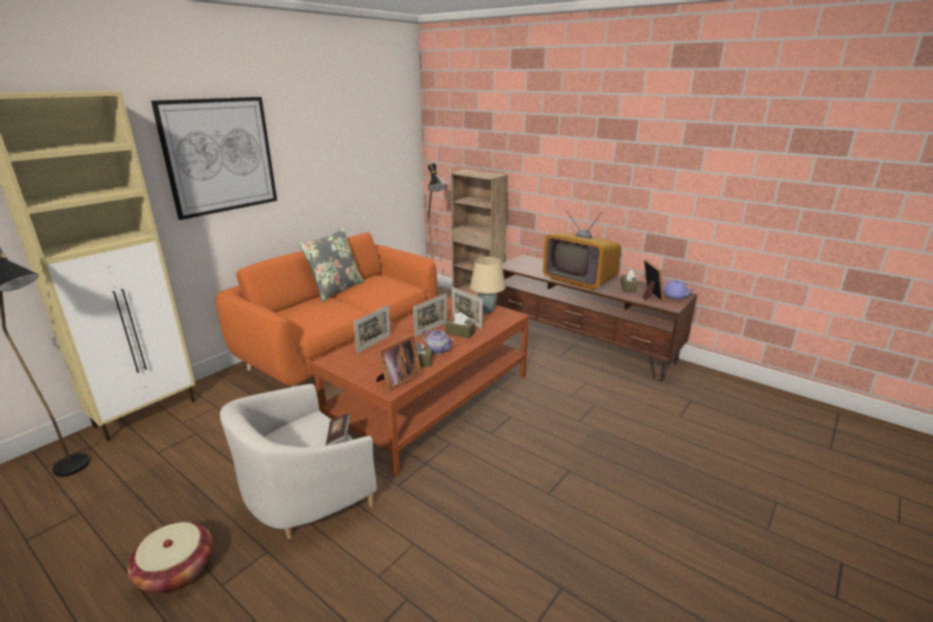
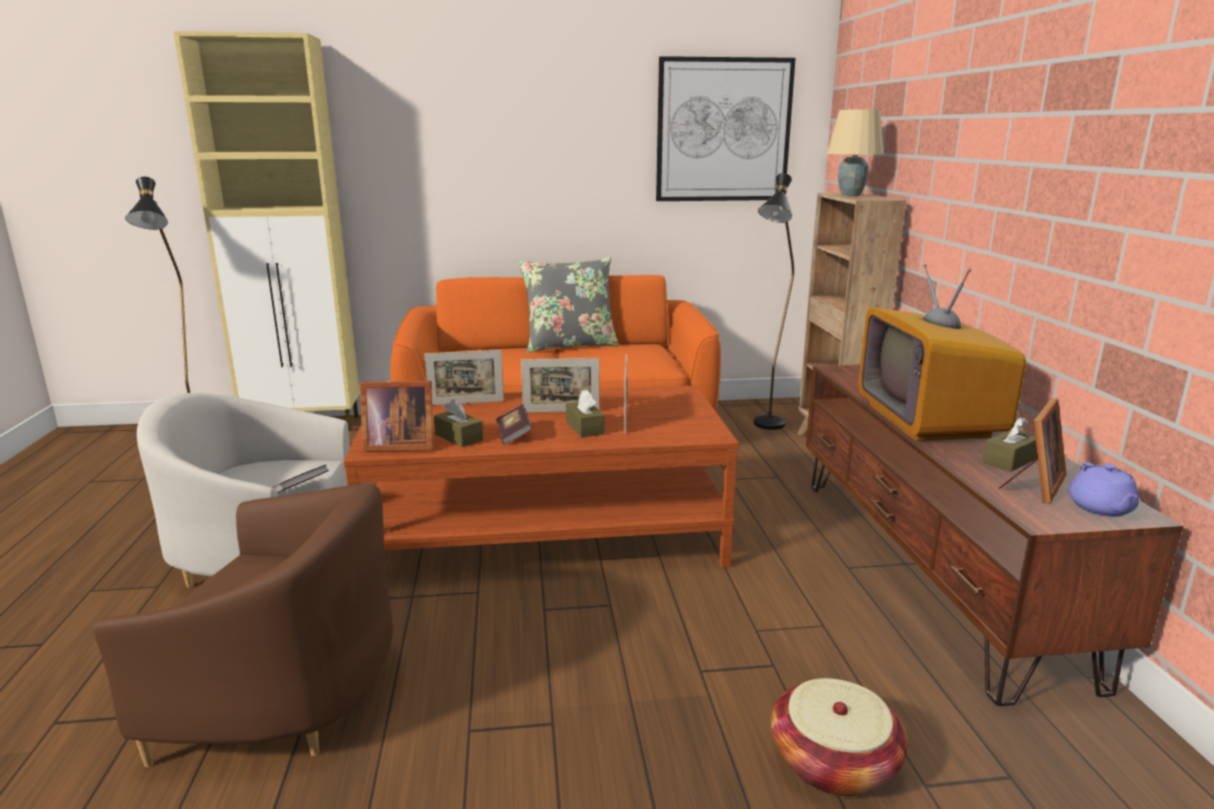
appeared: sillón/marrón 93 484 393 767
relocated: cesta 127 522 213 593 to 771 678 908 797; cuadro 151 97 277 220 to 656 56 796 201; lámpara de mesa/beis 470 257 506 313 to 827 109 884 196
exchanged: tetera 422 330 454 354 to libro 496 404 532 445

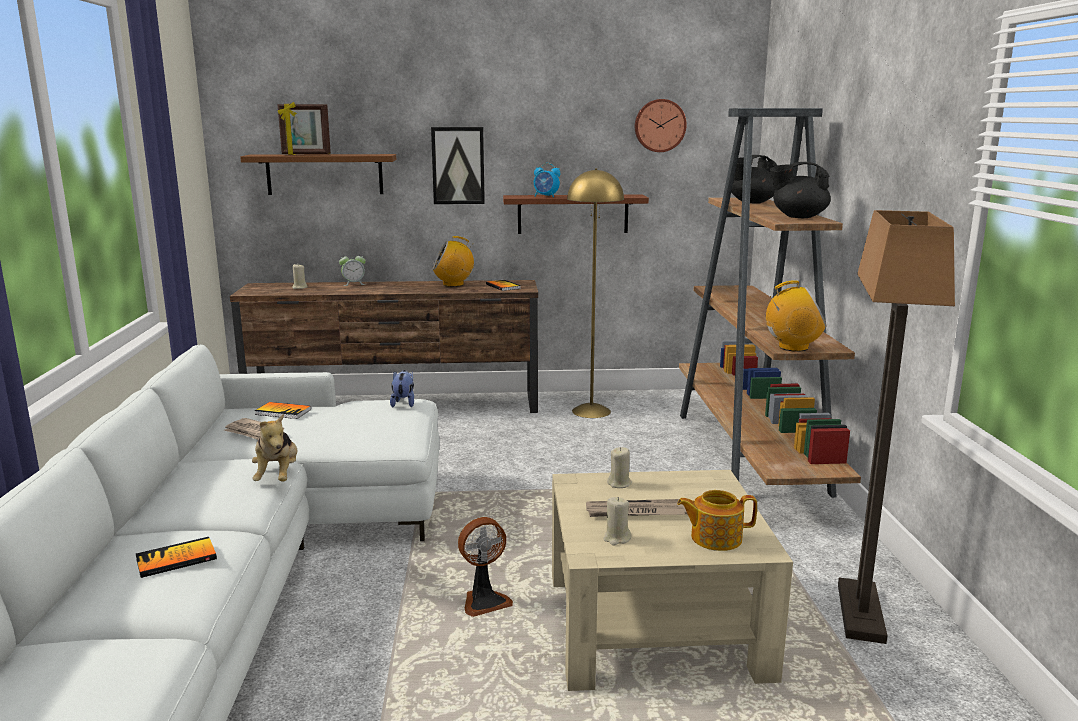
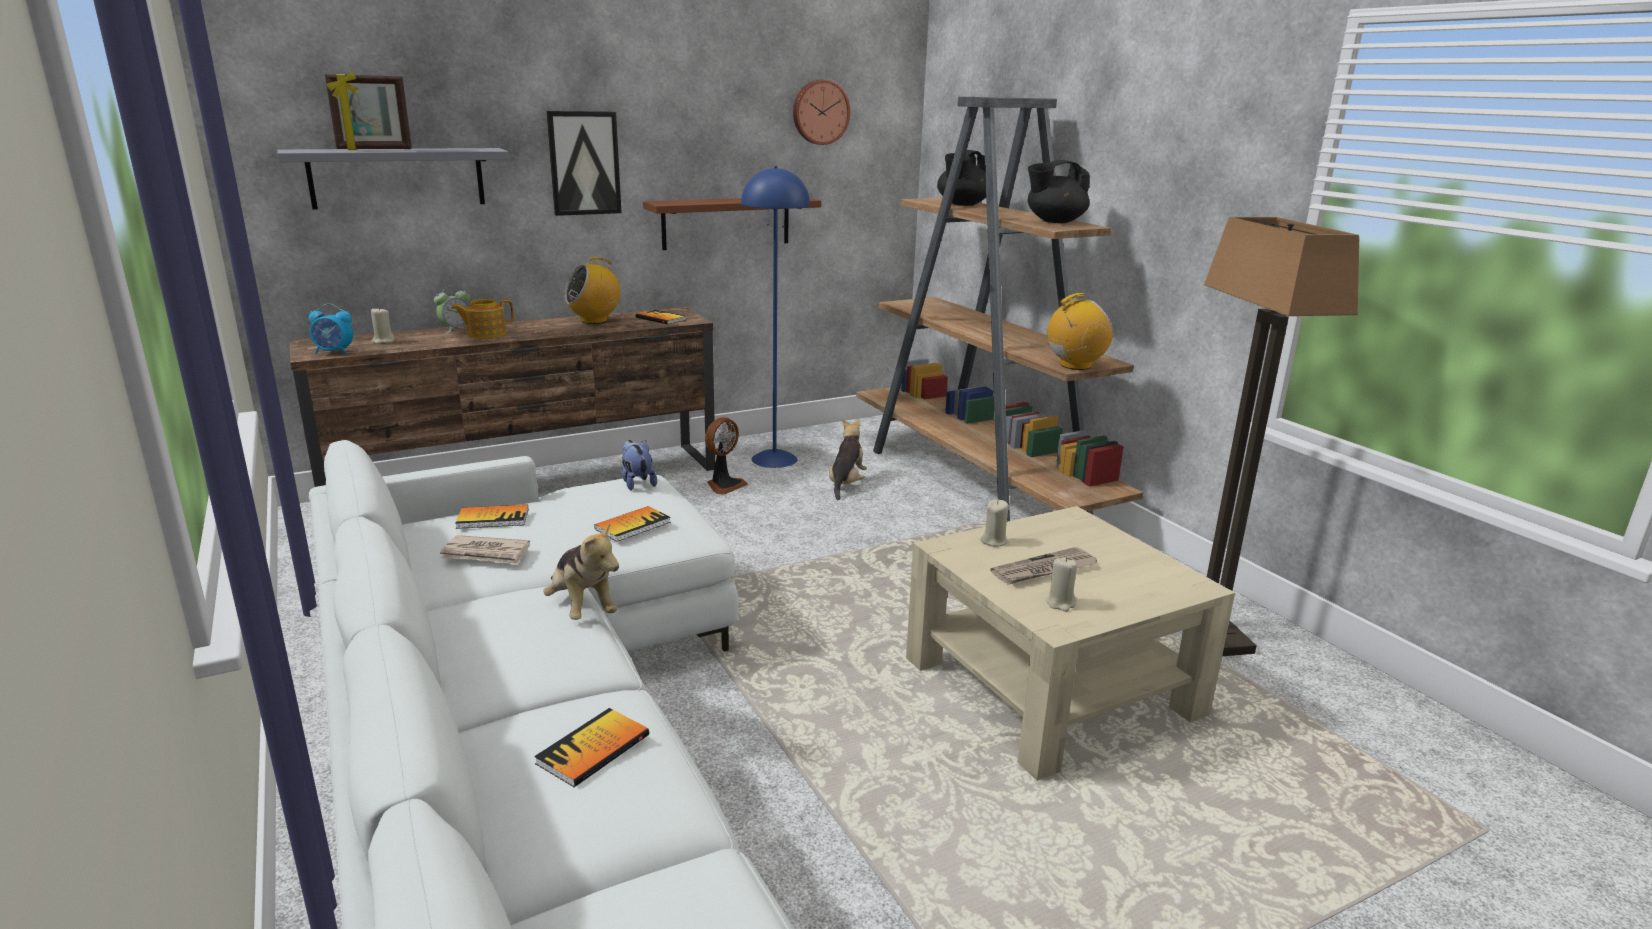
appeared: libro 594 506 671 542; peluche 829 419 867 500
relocated: ventilador 458 517 513 617 to 705 417 748 495; despertador 534 163 560 197 to 309 303 353 354; tetera 677 490 757 551 to 451 299 514 339
colour: estante/marrón 240 154 396 195 to estante/gris 277 148 509 209; lámpara de pie/amarillo 567 168 624 418 to lámpara de pie/azul 741 166 810 468

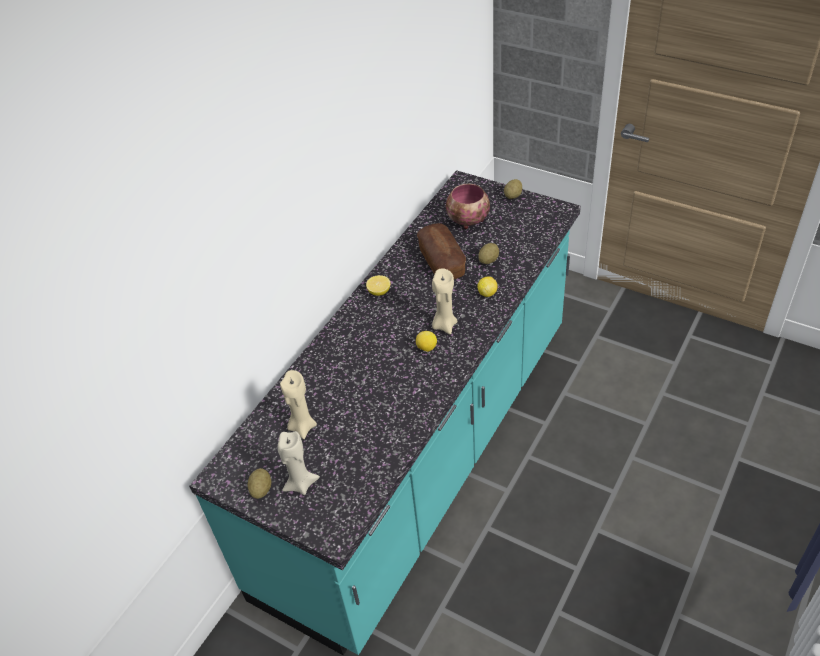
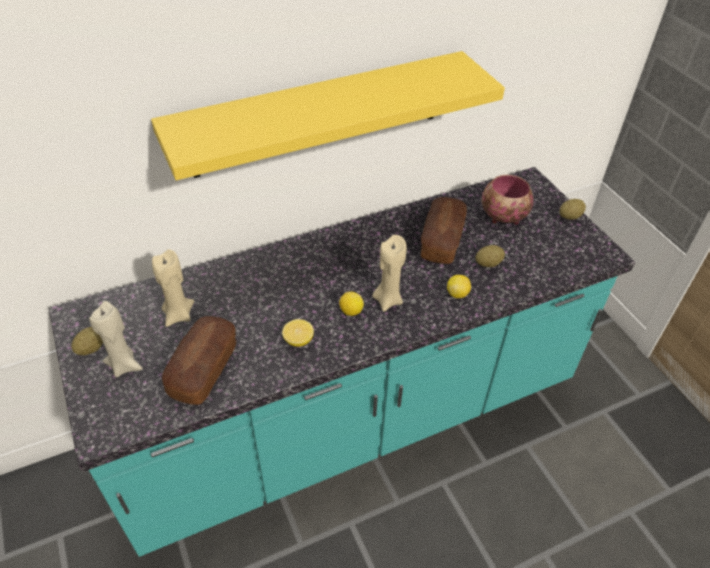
appeared: estante/amarillo 151 51 505 180; pan 162 316 236 405
relocated: limón 366 275 390 296 to 282 319 314 347

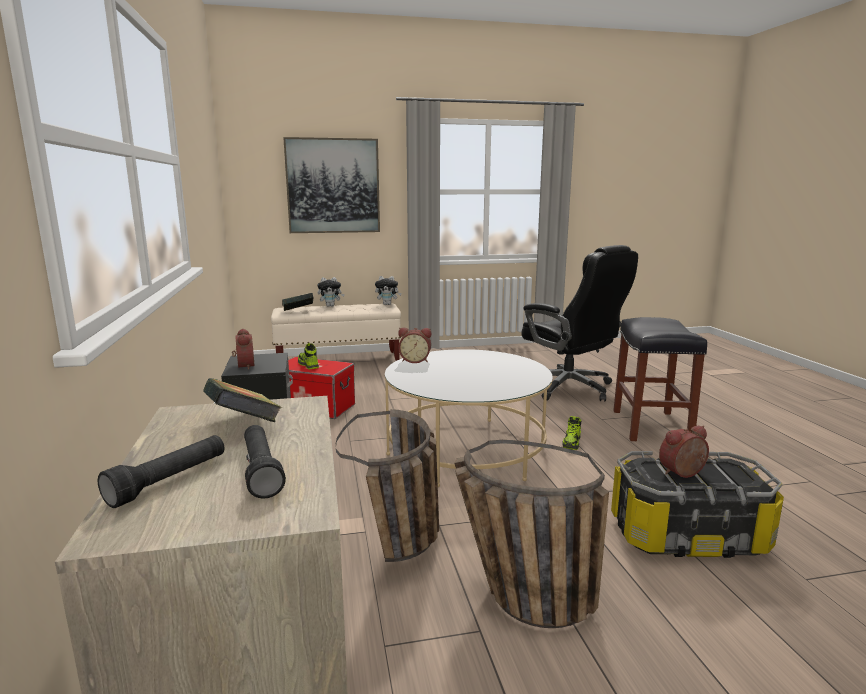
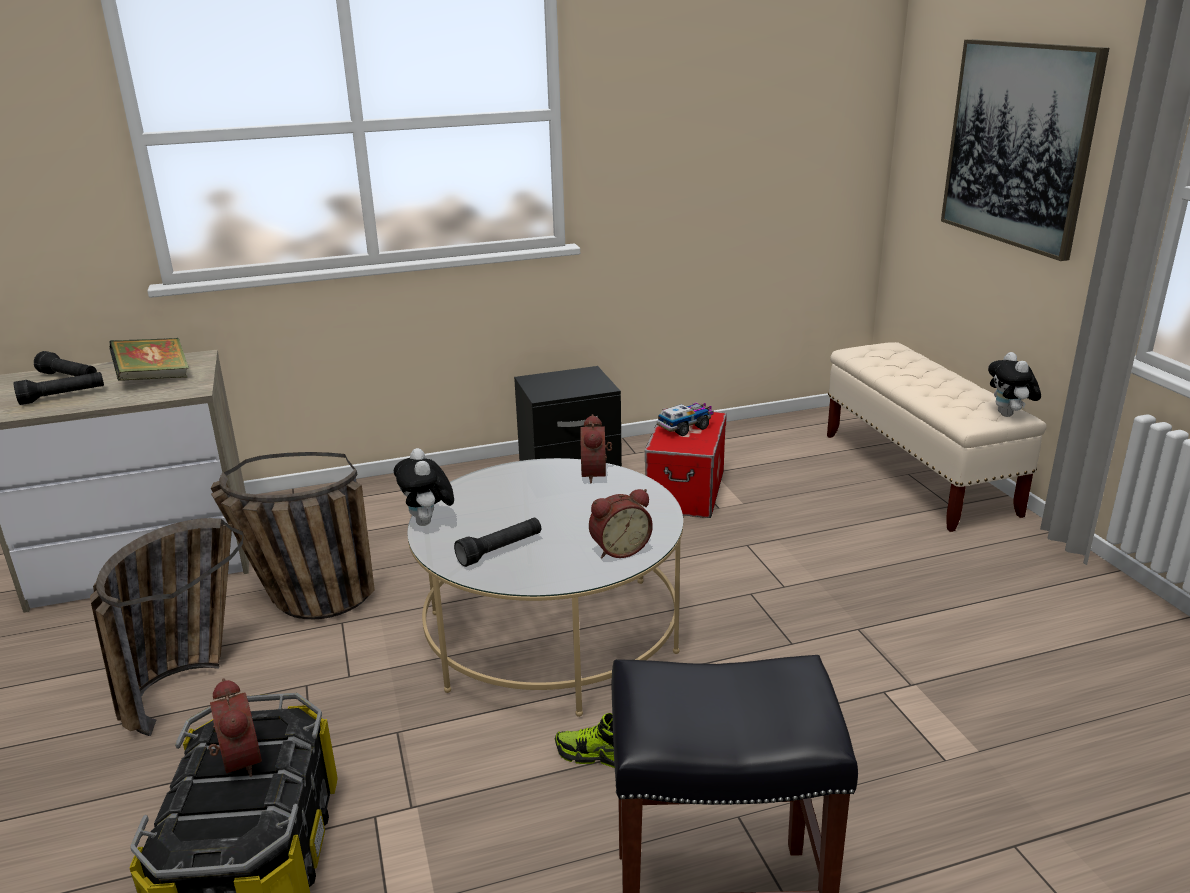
missing: libro 282 293 314 311; silla de oficina/negro 521 245 638 402
appeared: linterna/negro 454 518 541 567
relocated: despertador 232 329 254 370 to 589 489 653 558; peluche 317 277 345 307 to 394 448 454 526
exchanged: zapato 298 343 319 369 to camión de juguete 657 402 714 436

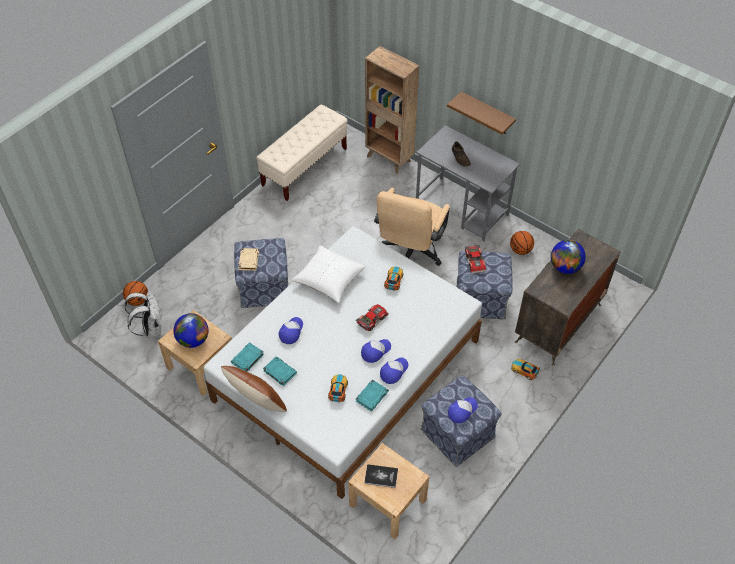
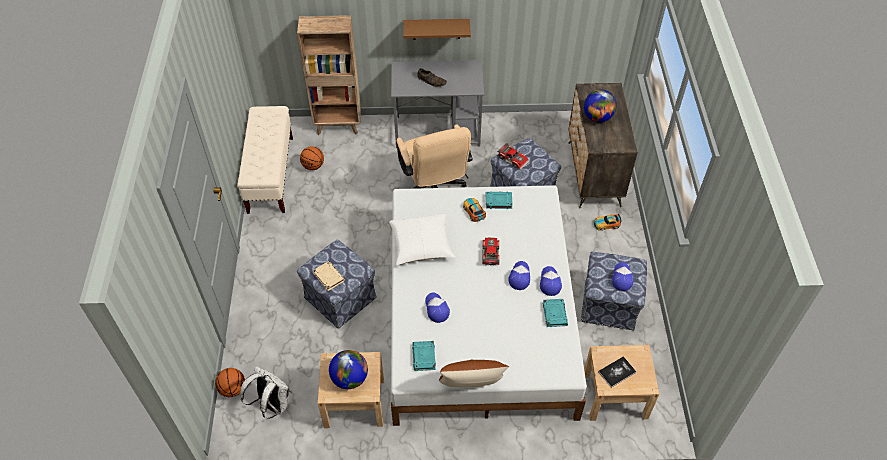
missing: coche de juguete 328 374 348 403
relocated: libro/turquesa 263 356 297 386 to 486 192 513 209; balón de baloncesto 510 231 534 255 to 300 146 324 170

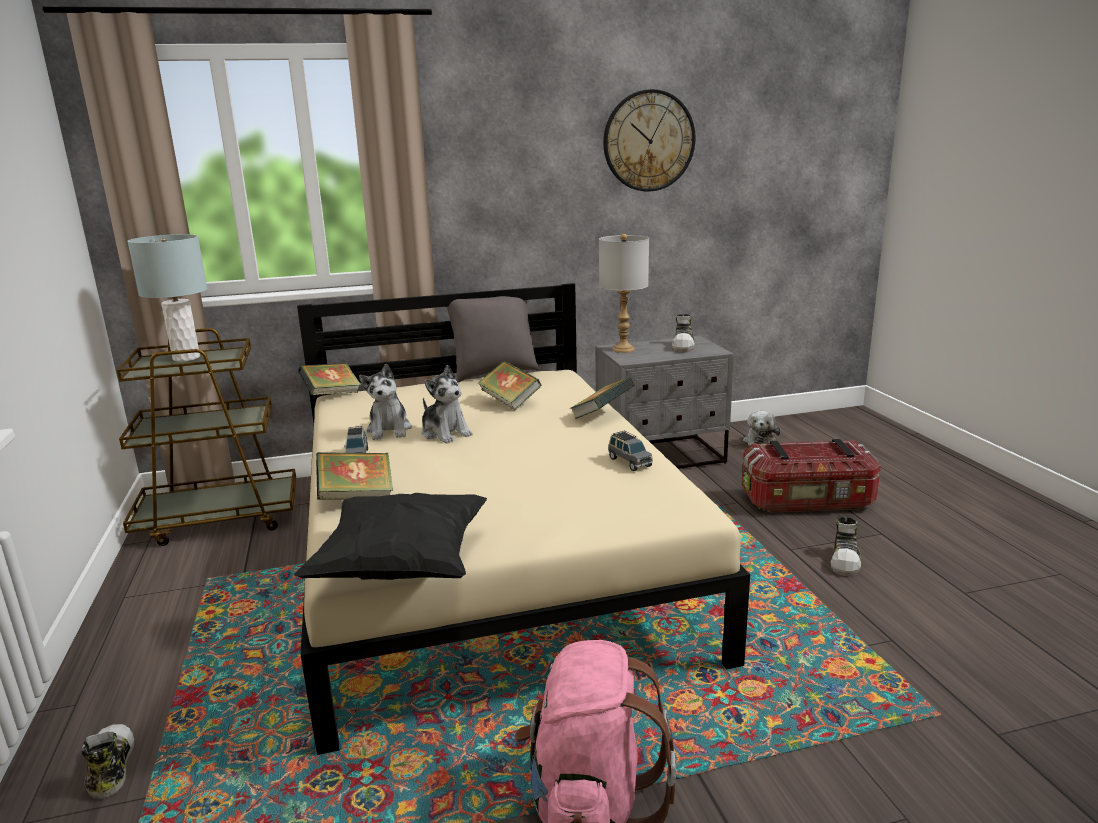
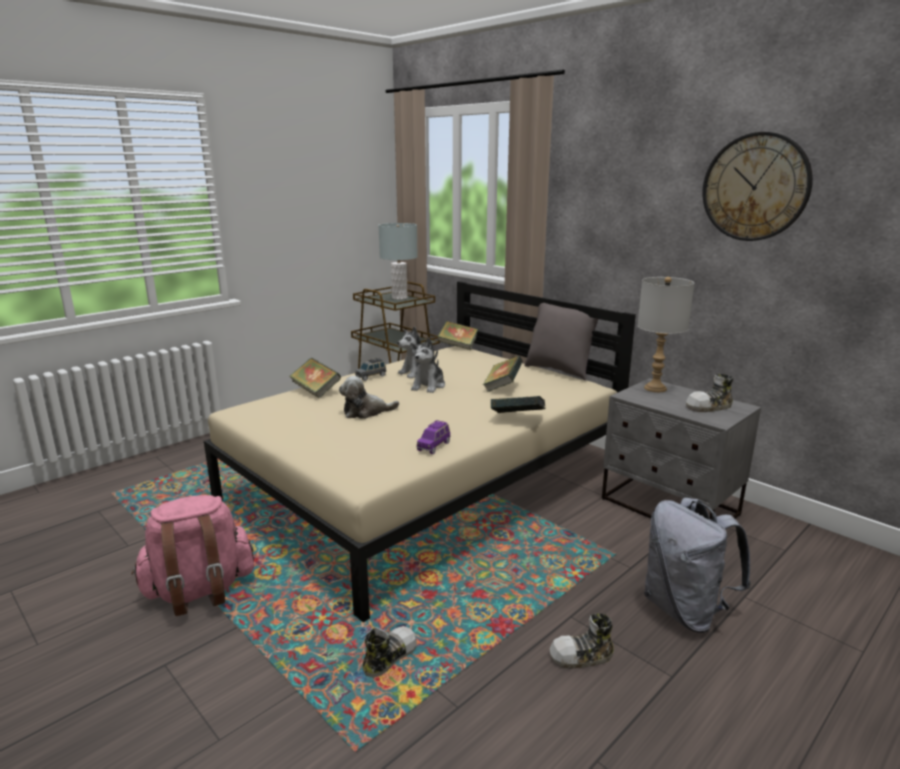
missing: cojín/negro 294 493 487 580
relocated: zapato 82 724 134 799 to 362 626 417 678; peluche 743 411 780 446 to 339 376 399 419
exchanged: caja de almacenaje 742 439 881 513 to mochila/gris 644 497 751 633
colour: coche de juguete/gris 609 430 653 471 to coche de juguete/morado 416 420 450 454

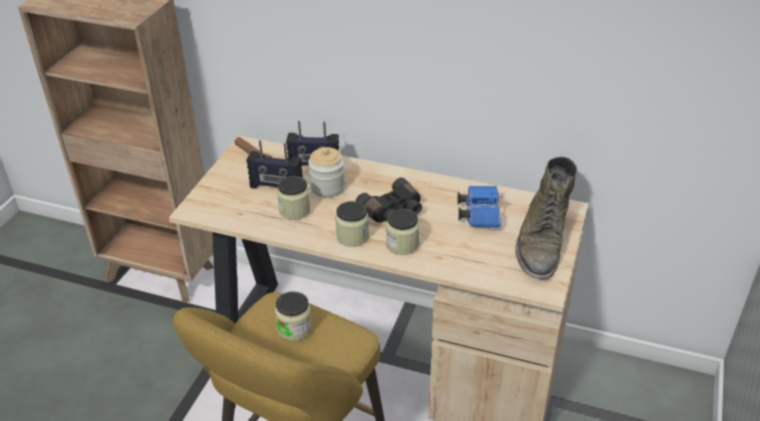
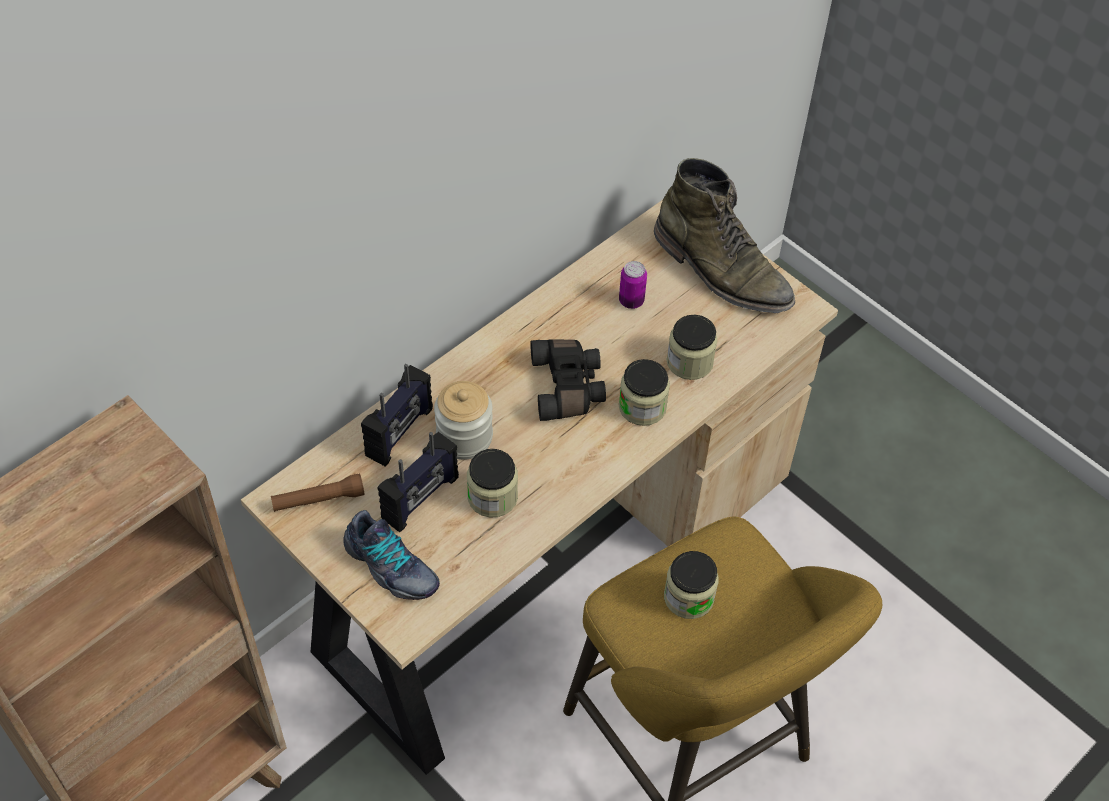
appeared: zapato 343 510 440 600
relocated: tarro 335 201 369 247 to 667 315 718 380
exchanged: prismáticos/azul 458 186 503 228 to lata 619 261 647 309

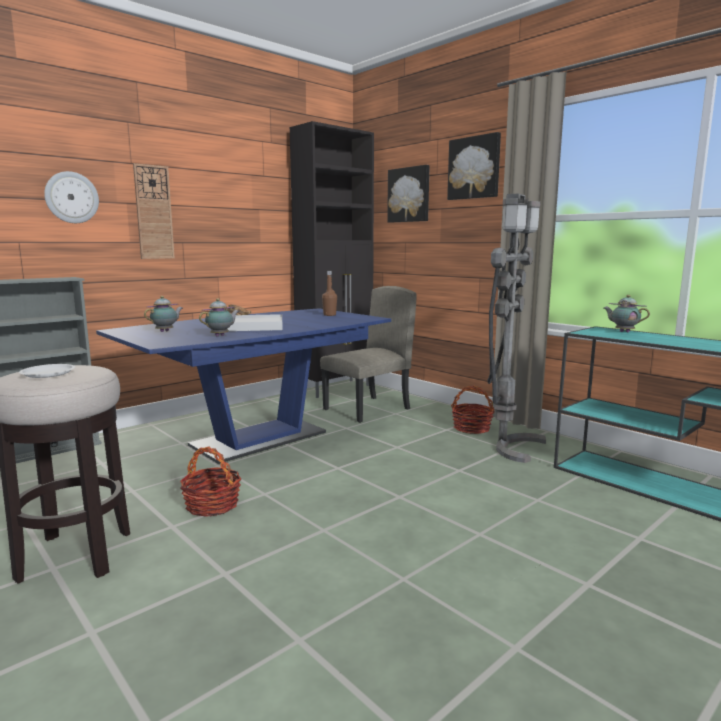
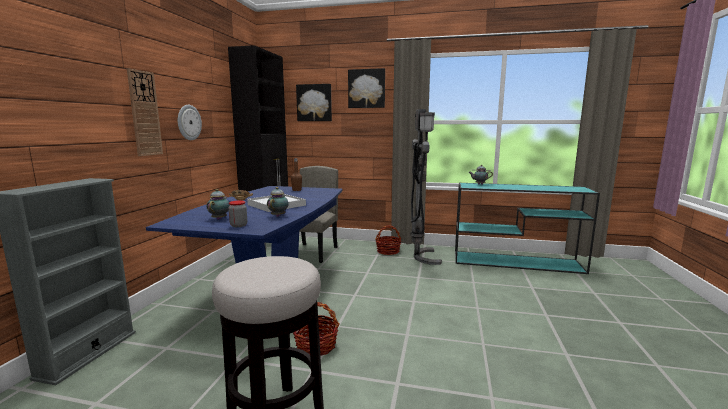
missing: plato/blanco 19 364 75 378
appeared: tarro 229 200 247 227
relocated: reloj de pared 44 171 99 223 to 178 105 202 140

